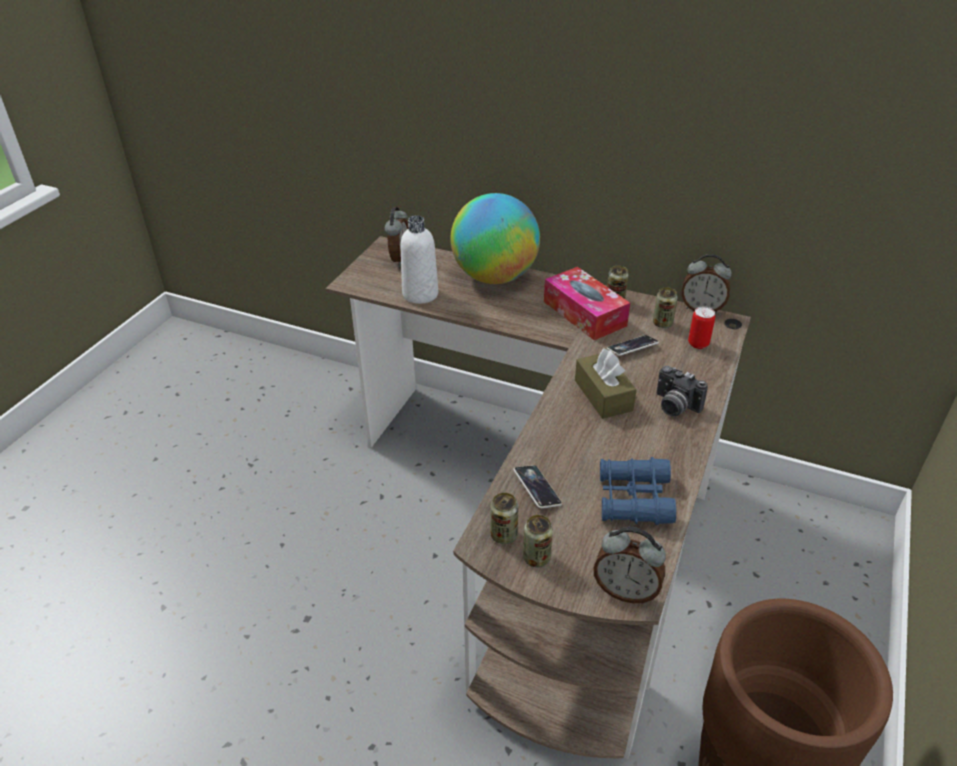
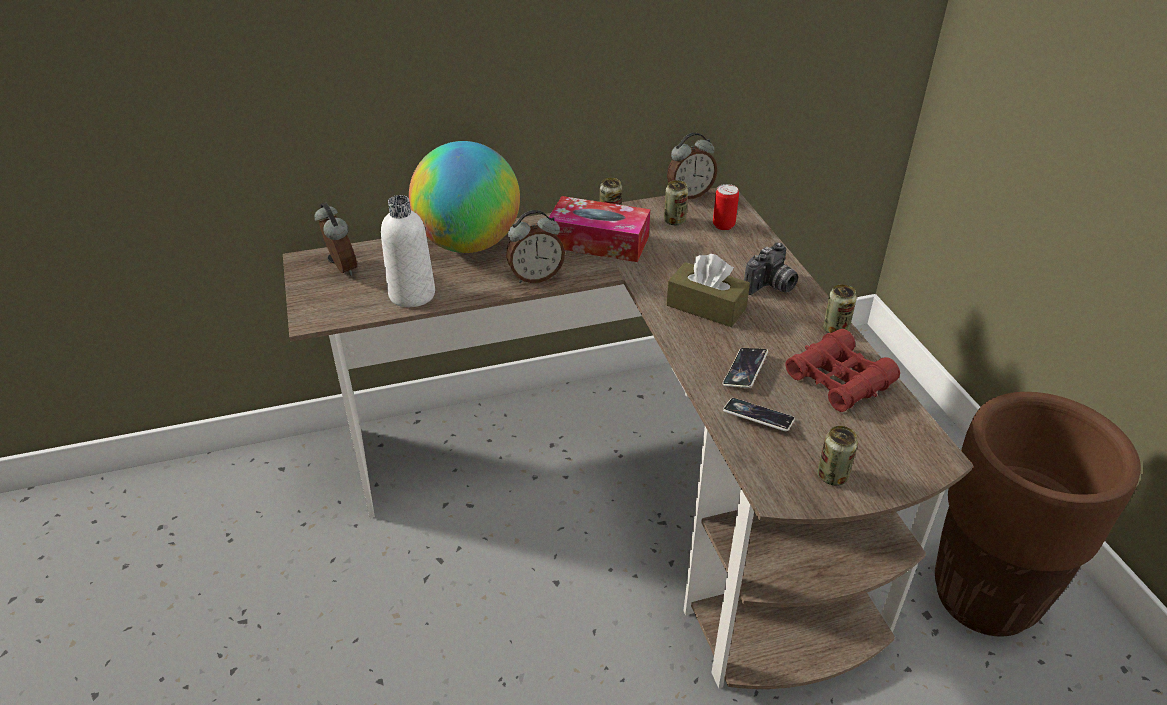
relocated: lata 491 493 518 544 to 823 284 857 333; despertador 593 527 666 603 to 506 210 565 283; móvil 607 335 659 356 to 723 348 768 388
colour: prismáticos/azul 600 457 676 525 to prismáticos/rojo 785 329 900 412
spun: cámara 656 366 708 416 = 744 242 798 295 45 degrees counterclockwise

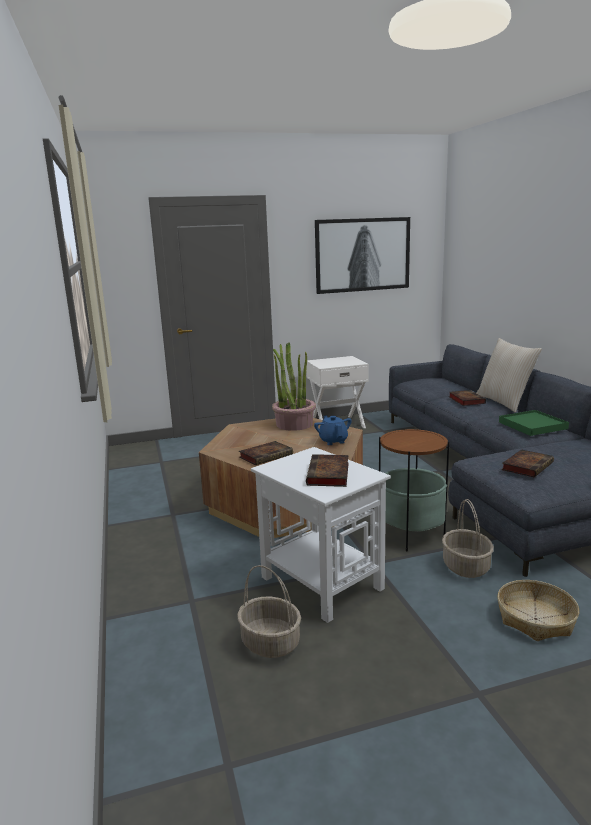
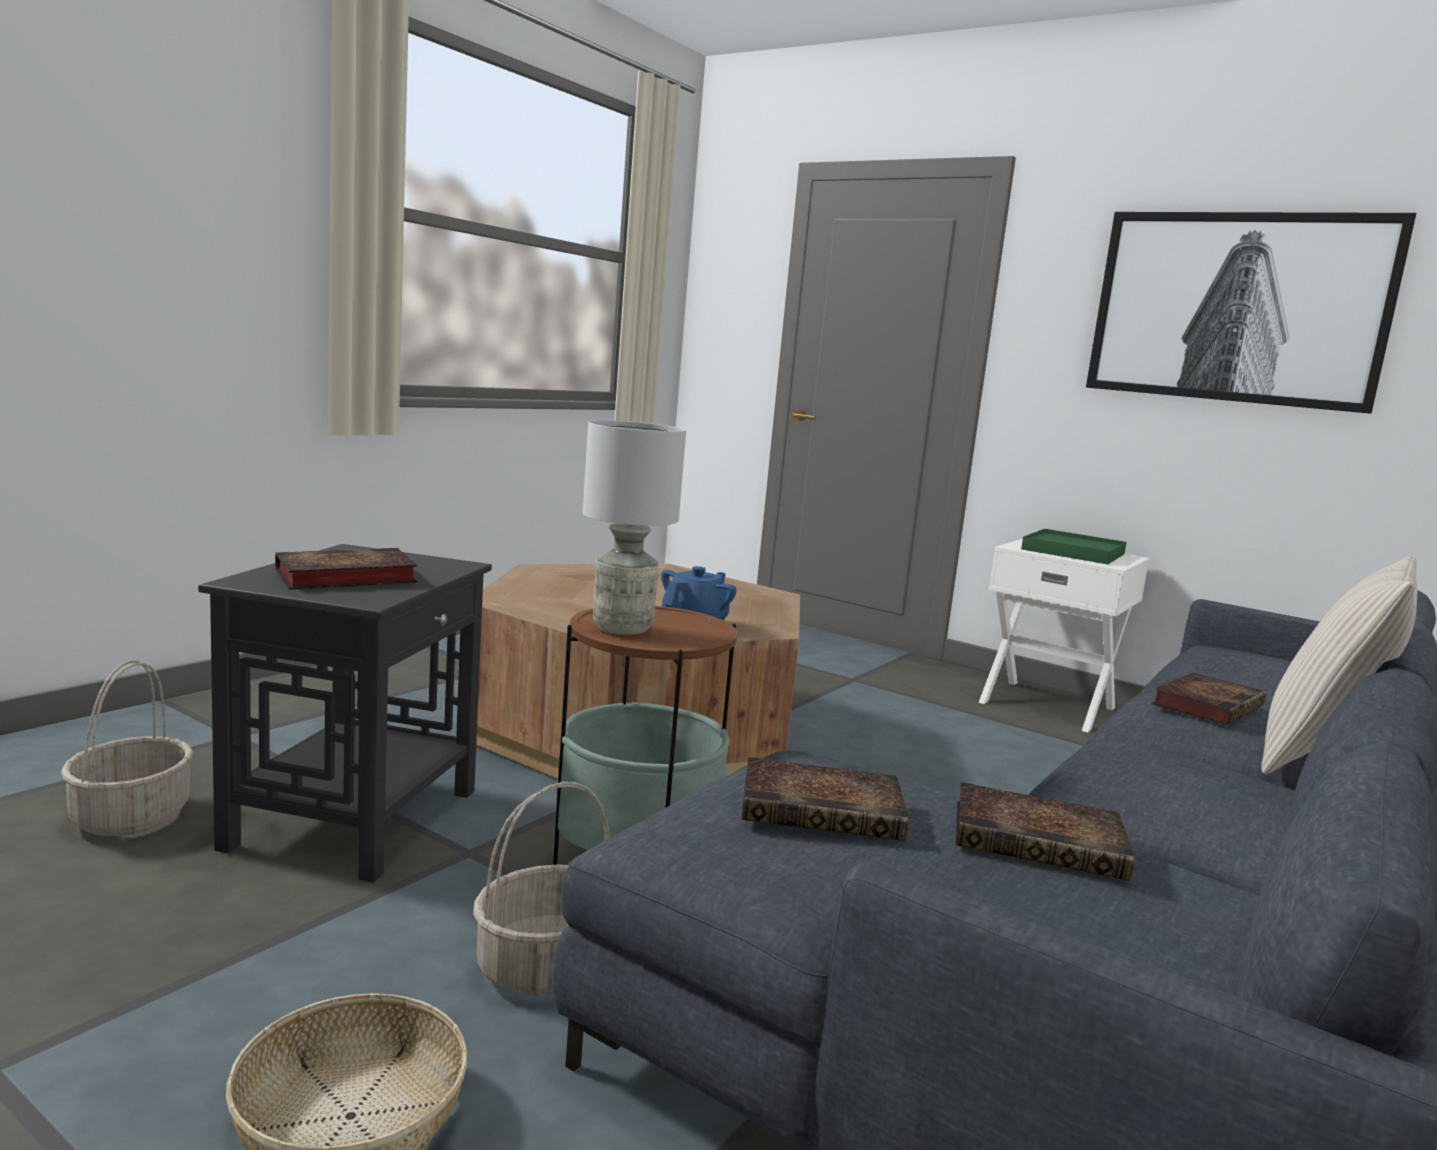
missing: planta en maceta 272 342 316 431
appeared: lámpara de mesa/gris 583 420 686 635
relocated: libro 239 441 293 465 to 956 782 1135 881; bandeja/verde 499 410 569 436 to 1021 529 1127 564
colour: mesa auxiliar/blanco 251 447 391 623 to mesa auxiliar/negro 198 544 492 883

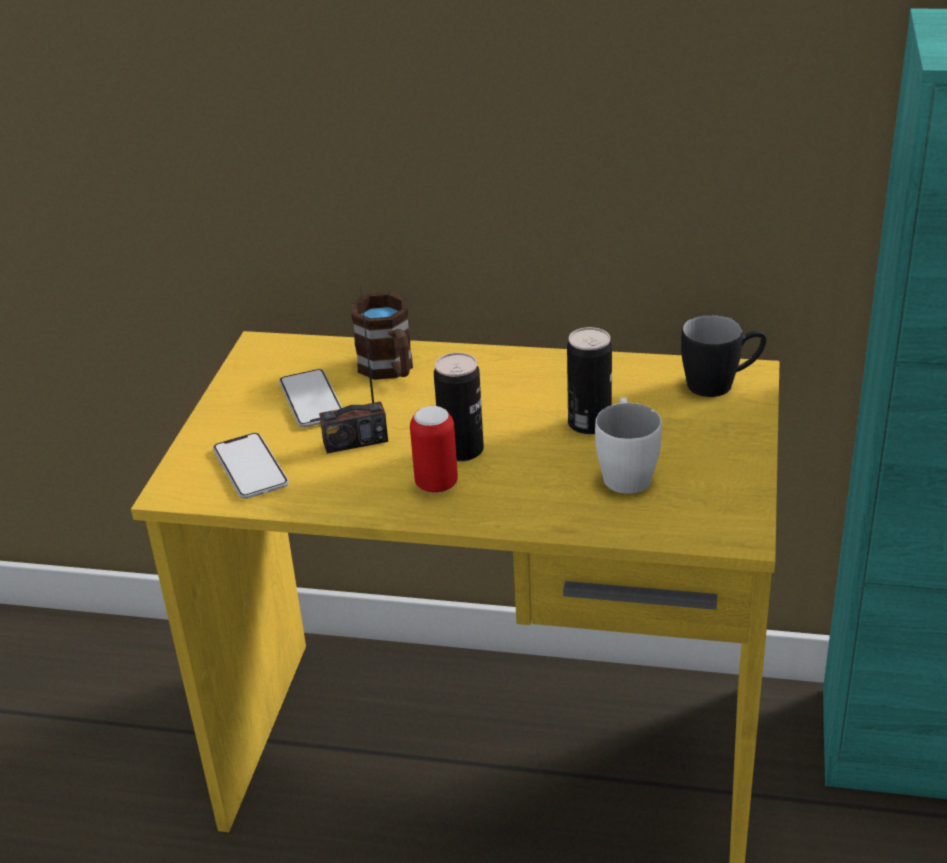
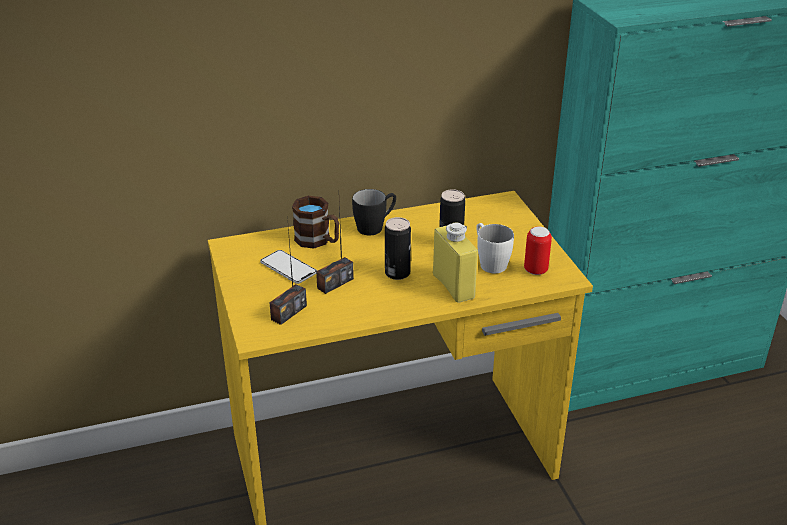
appeared: botella/amarillo 433 223 478 303
relocated: lata 410 406 458 493 to 524 226 552 275; taza grande/negro 681 315 766 397 to 352 189 396 235
exchanged: móvil 213 433 289 499 to radio 270 216 307 325

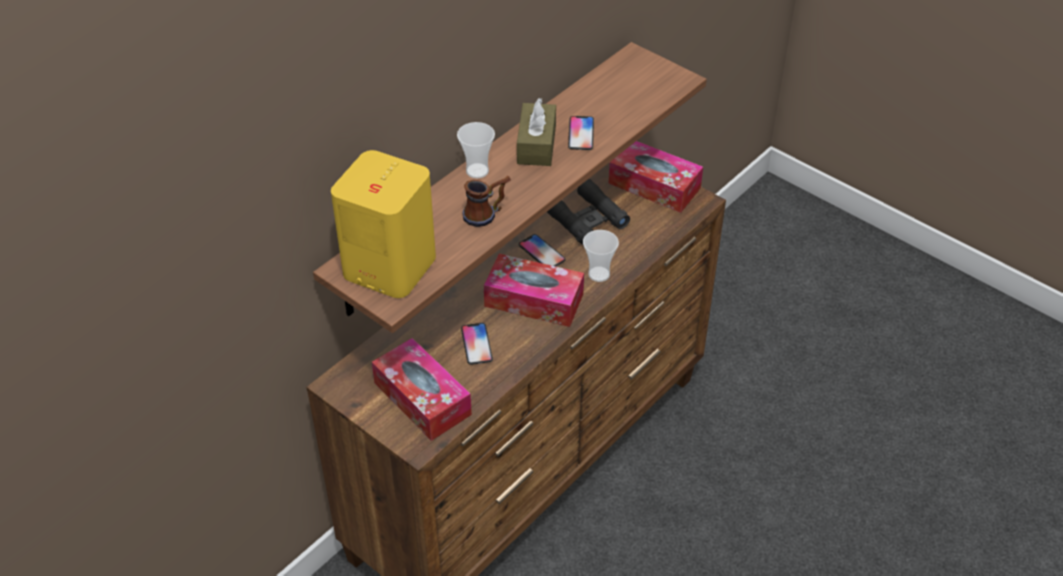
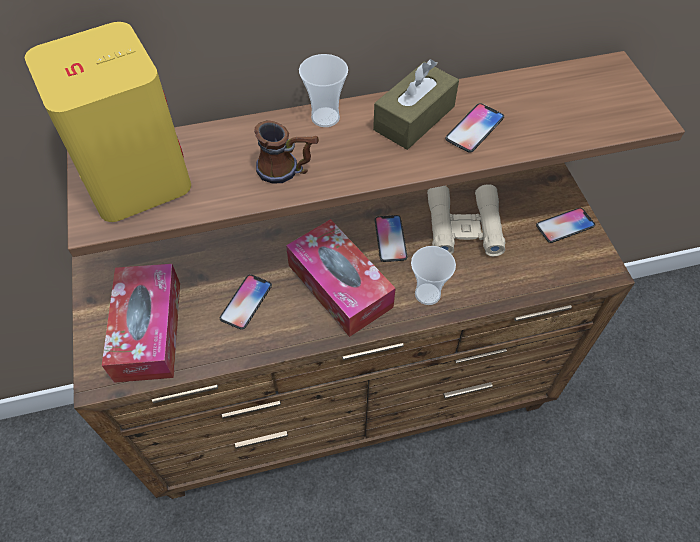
exchanged: caja de pañuelos 609 141 703 213 to móvil 536 208 595 243
colour: prismáticos/negro 547 179 630 244 to prismáticos/beis 427 184 505 257

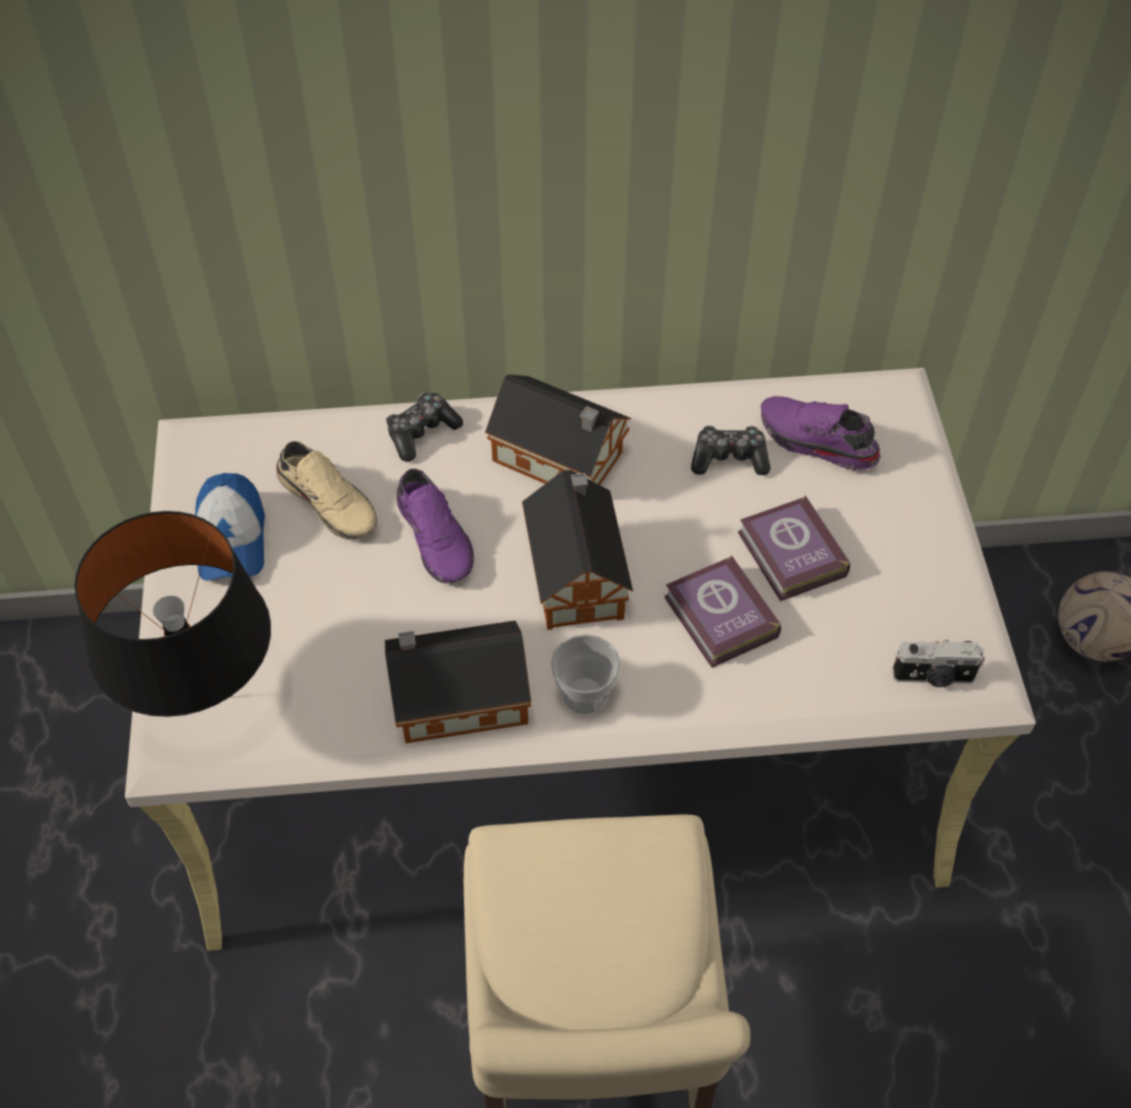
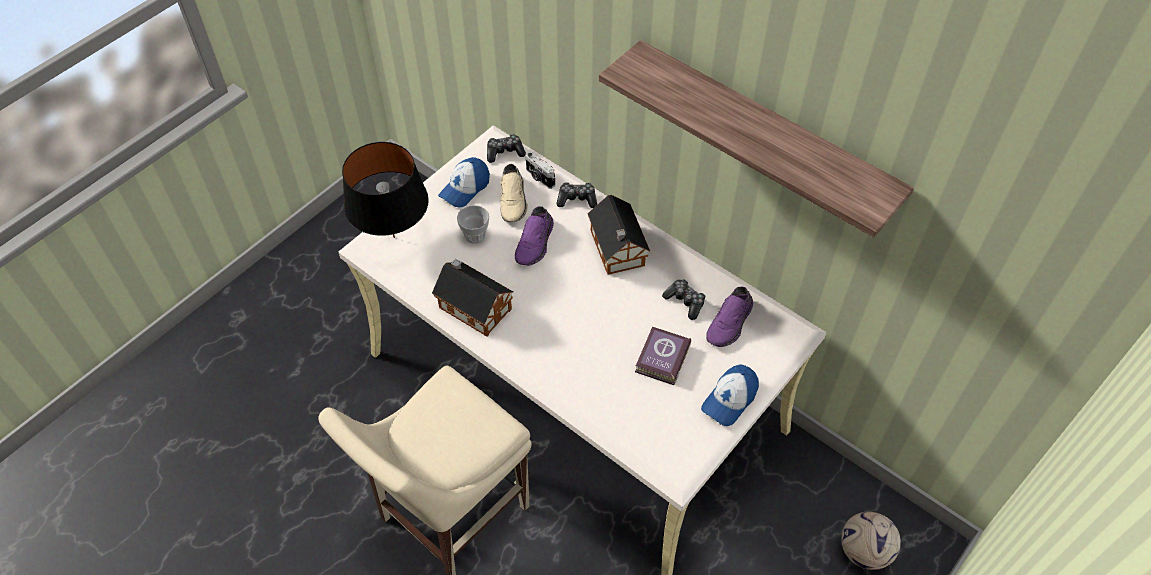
missing: casita 522 470 633 630; libro 665 555 781 668
appeared: mando de consola 487 134 526 163; estante 599 40 914 238; gorra 701 364 759 426
relocated: taza 551 634 620 714 to 457 205 489 244; cámara 892 640 985 687 to 525 152 555 189
spun: zapato/morado 761 396 881 470 = 706 287 753 347 135 degrees counterclockwise

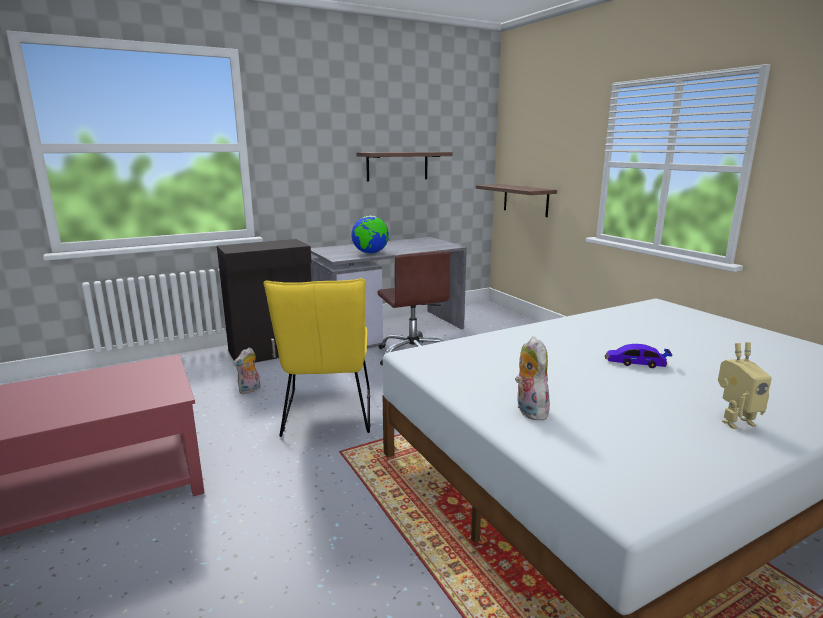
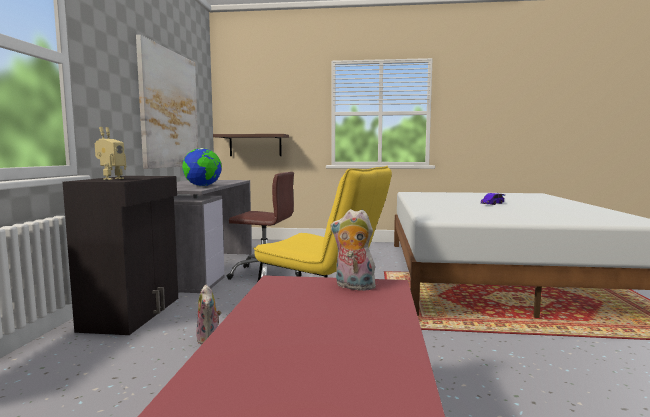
relocated: peluche 515 336 550 421 to 330 209 380 291; robot de juguete 718 342 772 429 to 95 127 126 180
exchanged: estante 356 152 453 181 to cuadro 136 35 198 169

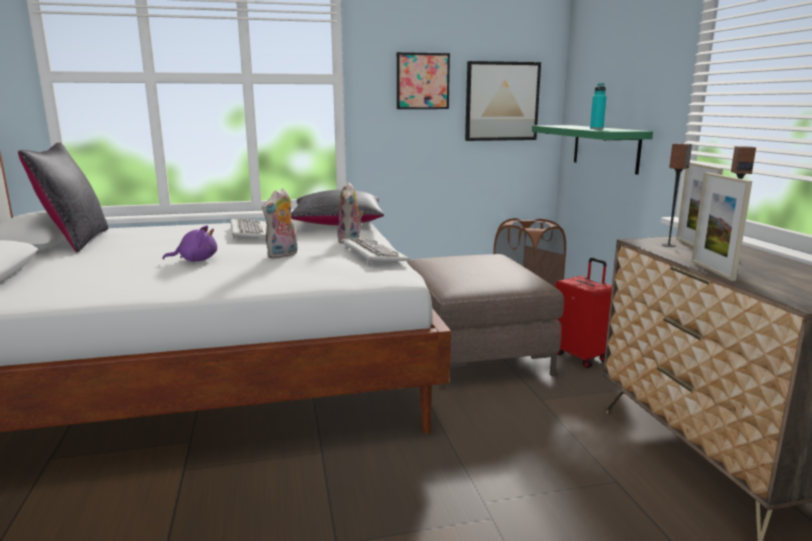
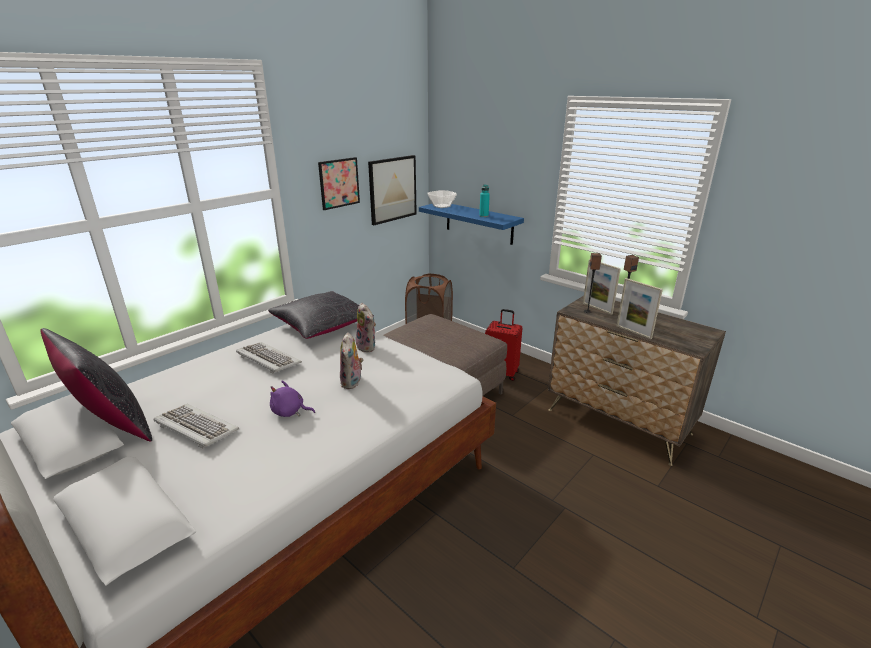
appeared: cuenco 427 190 457 208
relocated: teclado 341 237 410 264 to 154 404 239 449
colour: estante/verde 532 125 653 175 to estante/azul 419 204 524 245
spun: peluche/morado 163 225 217 262 = 270 381 315 417 120 degrees counterclockwise

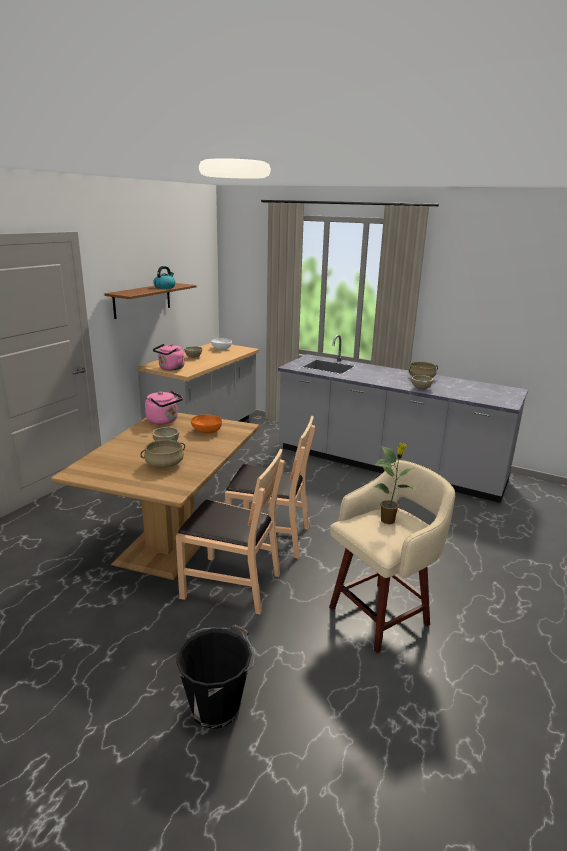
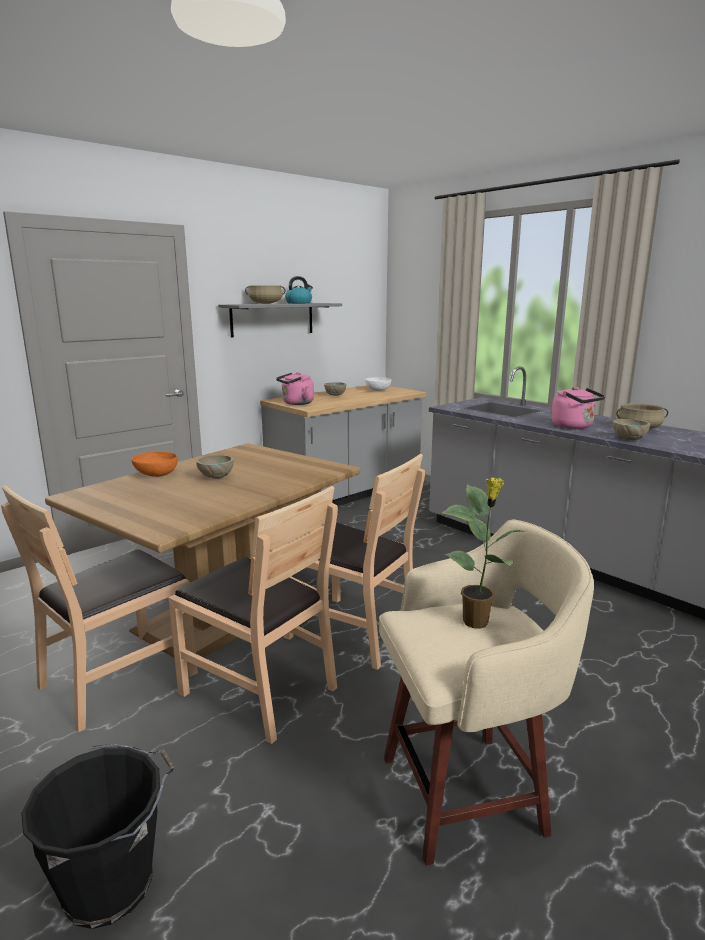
appeared: silla/marrón 1 485 198 733
relocated: olla/beis 140 439 185 468 to 245 285 285 304; hervidor/rosa 145 390 183 424 to 551 387 605 429; cuenco/naranja 191 415 222 433 to 132 451 178 477
colour: estante/marrón 105 283 197 319 to estante/gris 218 303 342 338

